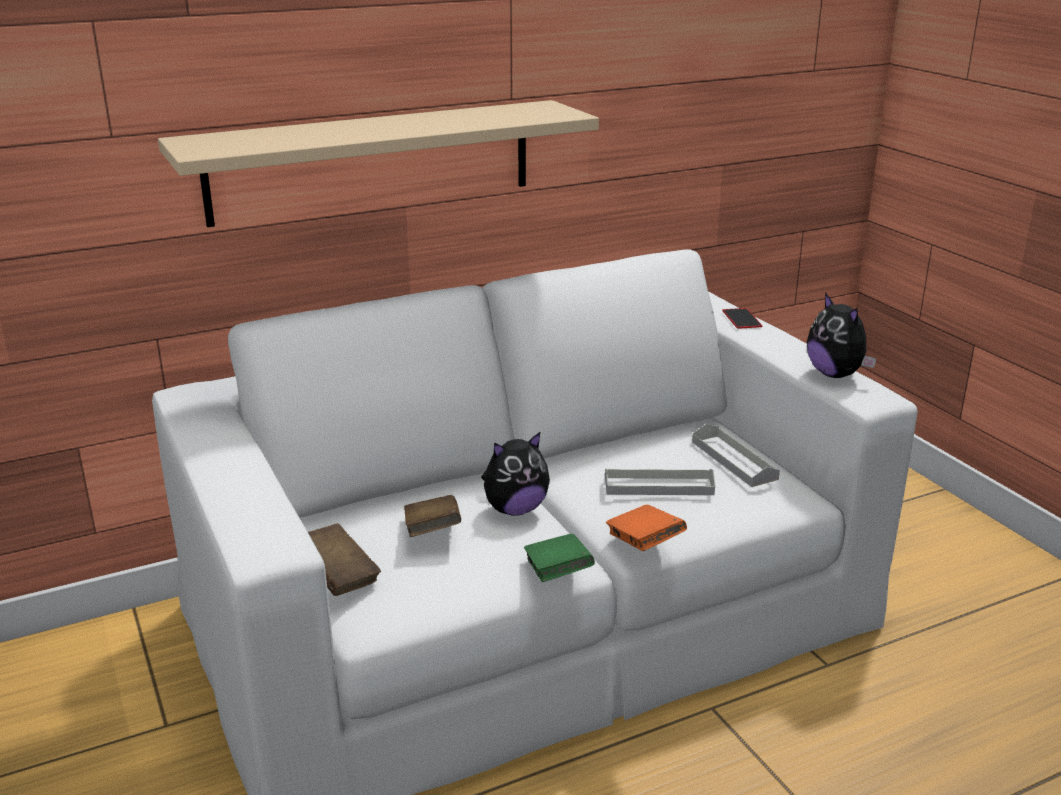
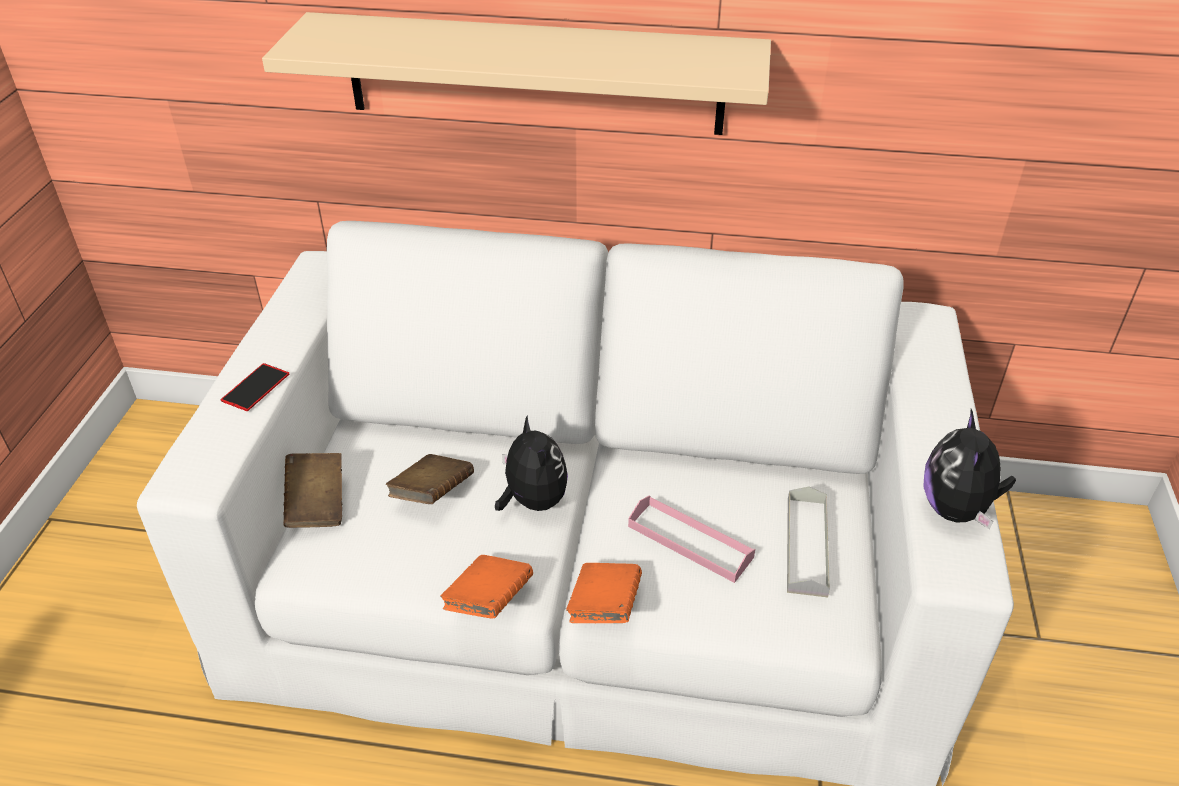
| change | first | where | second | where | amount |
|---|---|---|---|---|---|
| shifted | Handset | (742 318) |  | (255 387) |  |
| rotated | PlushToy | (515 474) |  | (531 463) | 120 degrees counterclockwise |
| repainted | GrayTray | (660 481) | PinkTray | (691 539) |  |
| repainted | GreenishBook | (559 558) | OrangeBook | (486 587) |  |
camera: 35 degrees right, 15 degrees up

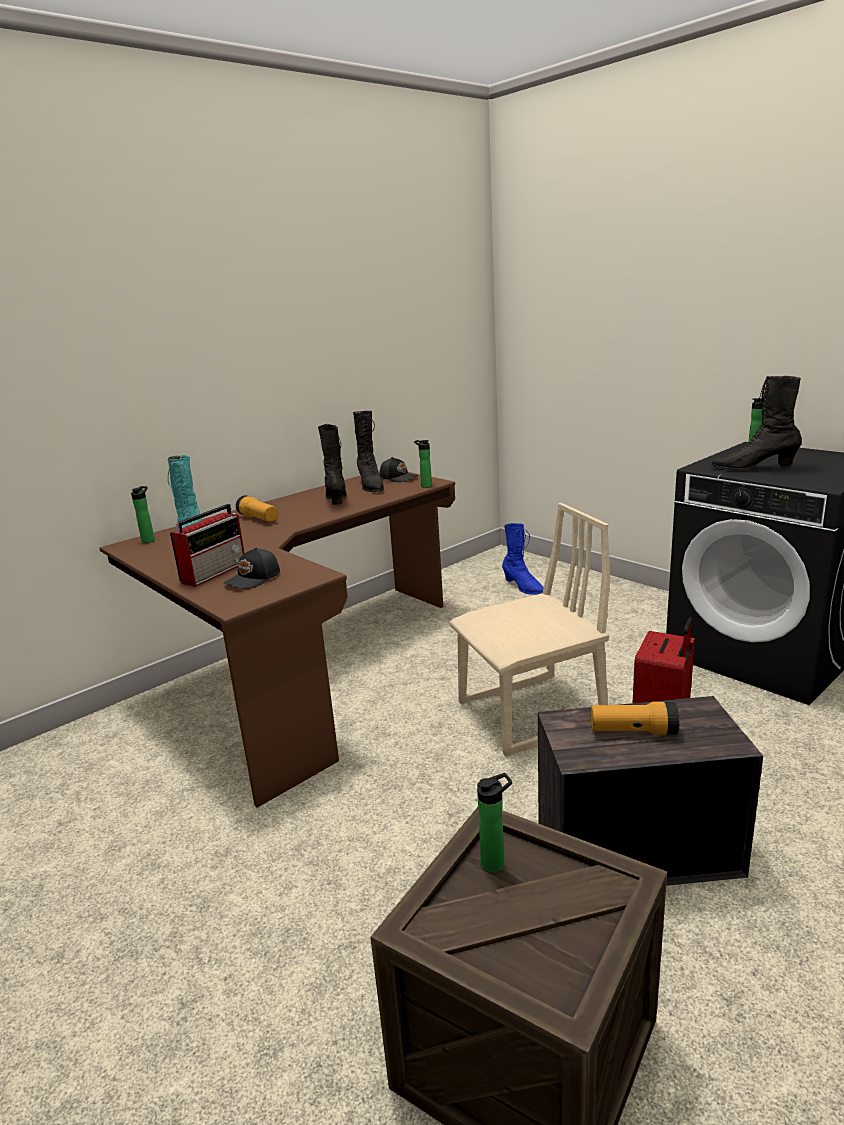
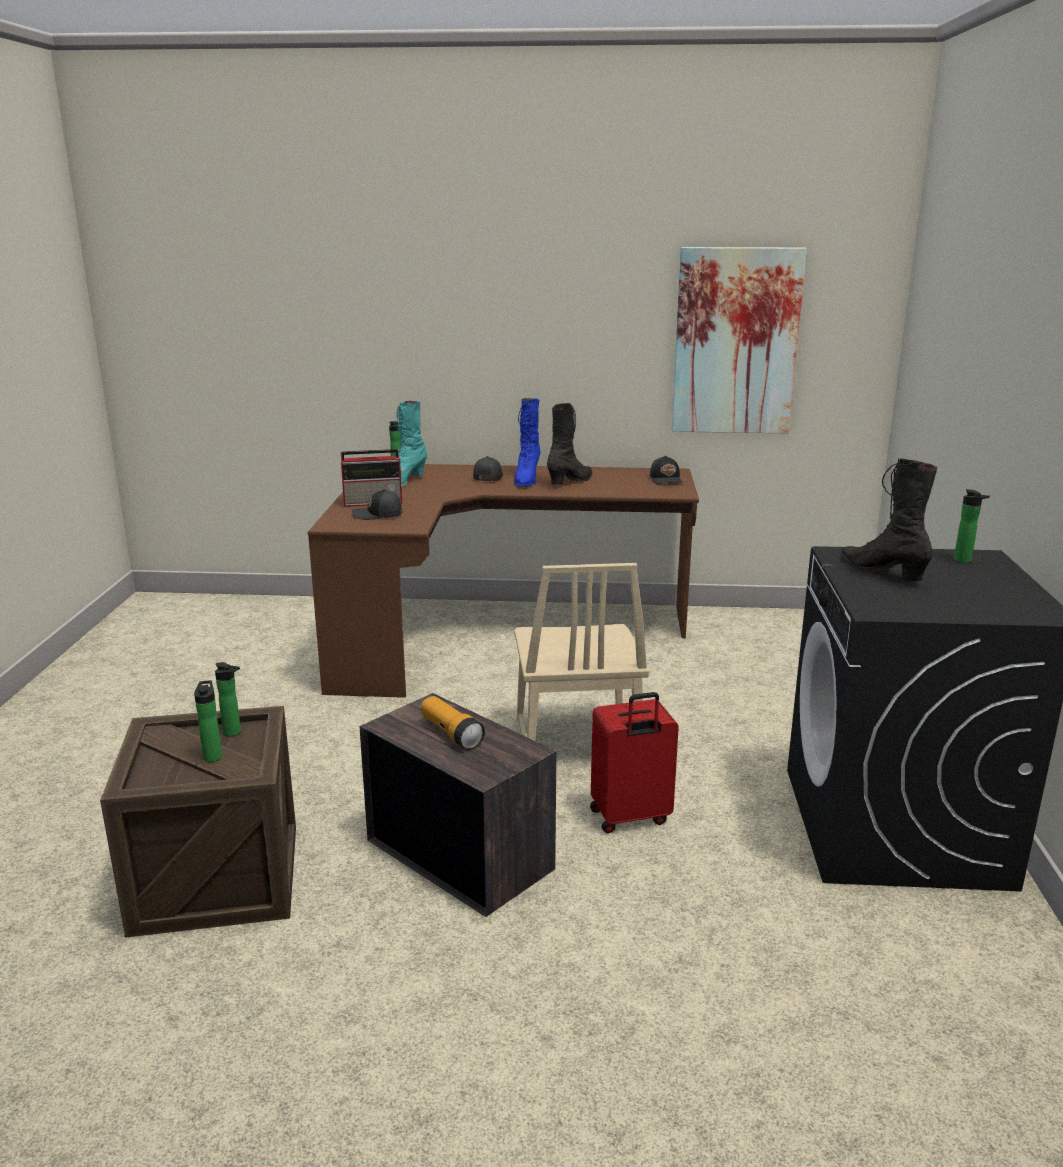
| change | first | where | second | where | amount |
|---|---|---|---|---|---|
| gone | BlackBoot | (368 451) |  |  |  |
| shifted | Bottle | (423 464) |  | (208 721) |  |
| swapped | Flashlight | (257 508) | BlackPeakedCap | (488 468) |  |
| rotated | BeigeColouredUprightChair | (529 630) |  | (581 652) | 60 degrees clockwise |
| shifted | BlueColouredBoot | (523 559) |  | (527 442) |  |
| new |  |  | Picture | (739 340) |  |
camera: 45 degrees right, 0 degrees up

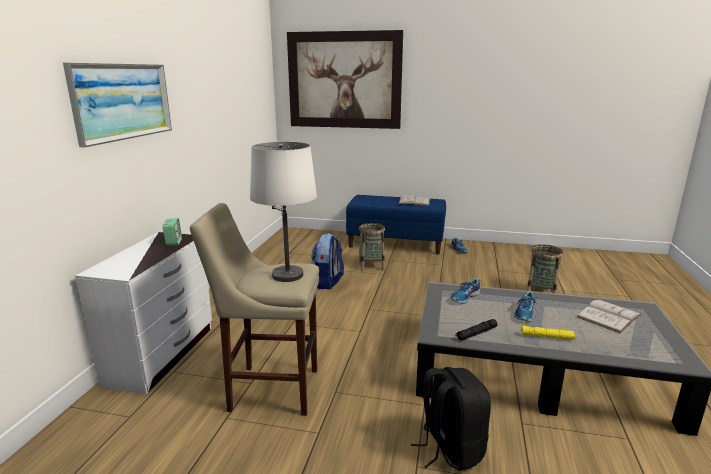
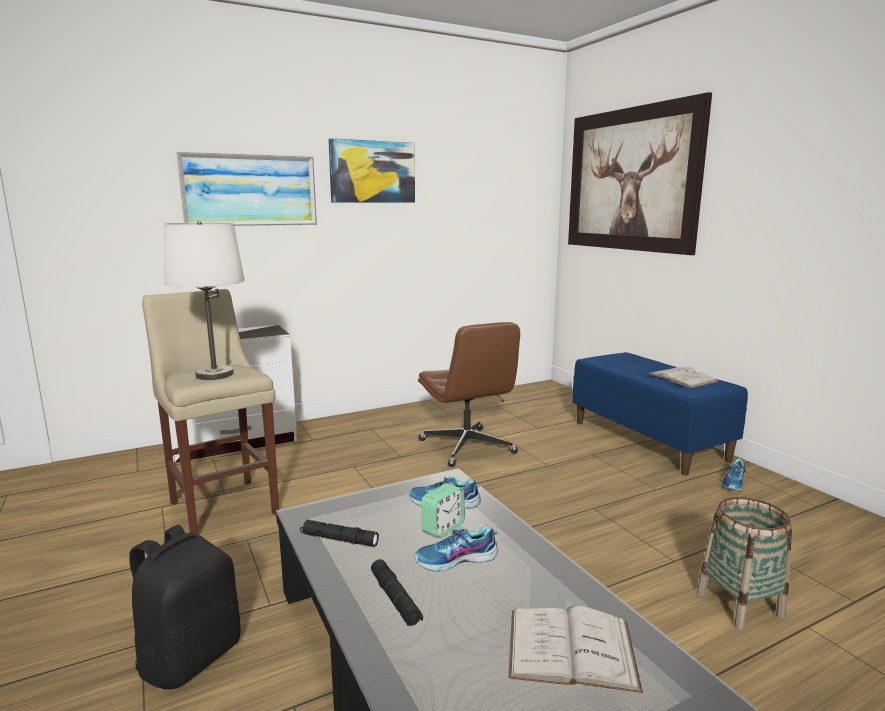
| change | first | where | second | where | amount |
|---|---|---|---|---|---|
| shifted | AlarmClock | (172 232) |  | (443 510) |  |
| gone | Basket | (372 247) |  |  |  |
| swapped | Backpack | (327 261) | BrownComputerChair | (469 394) |  |
| repainted | YellowColouredFlashlight | (548 333) | BlackFlashlight | (397 592) |  |
| new |  |  | Picture | (371 170) |  |
camera: 50 degrees right, 5 degrees down

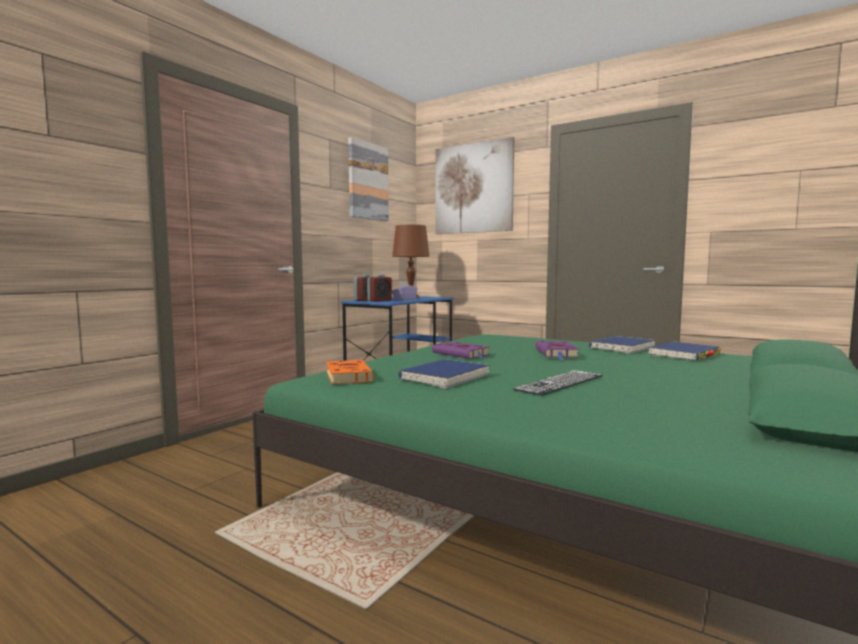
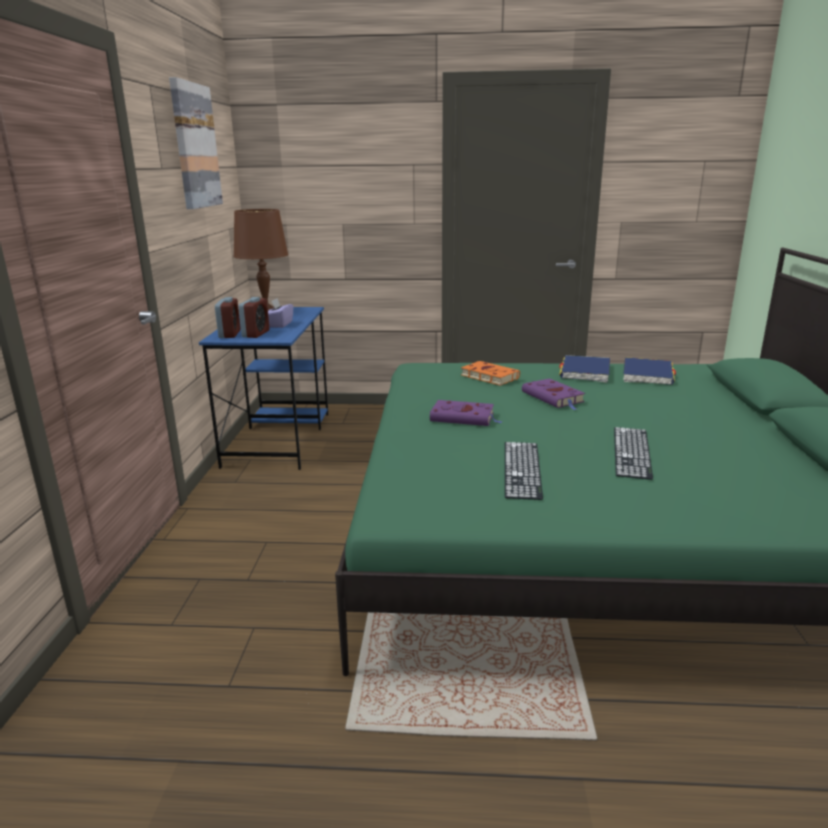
| change | first | where | second | where | amount |
|---|---|---|---|---|---|
| gone | Picture | (475 185) |  |  |  |
| swapped | BlueColouredBook | (444 374) | Keyboard | (524 471) |  |
| shifted | OrangeBook | (350 372) |  | (490 373) |  |
camera: 30 degrees left, 15 degrees up

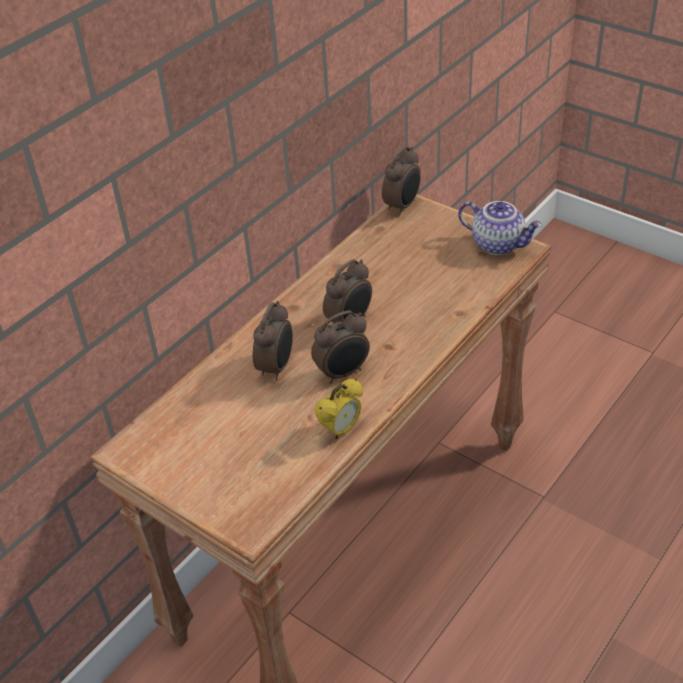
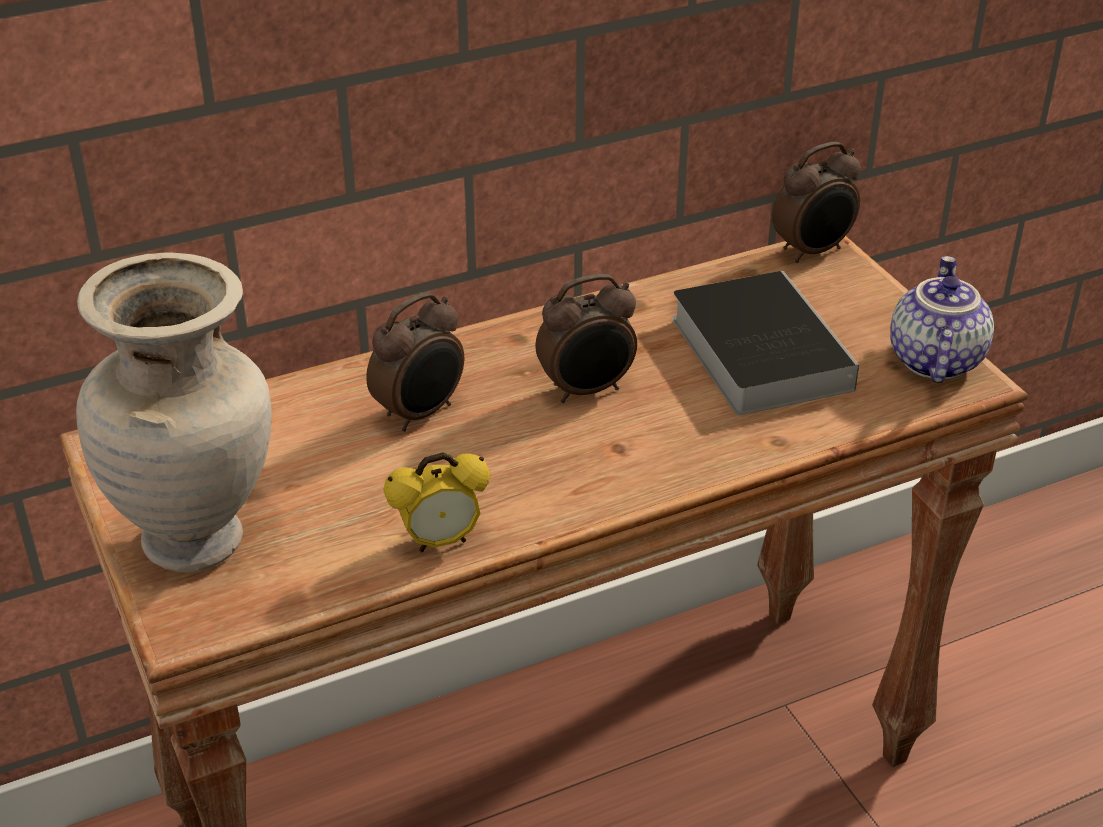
| change | first | where | second | where | amount |
|---|---|---|---|---|---|
| rotated | PotForTea | (500 228) |  | (942 319) | 135 degrees counterclockwise |
| gone | AlarmClock | (340 347) |  |  |  |
| new |  |  | BeigeColouredVase | (174 413) |  |
| new |  |  | Book | (765 343) |  |
camera: 25 degrees right, 5 degrees down

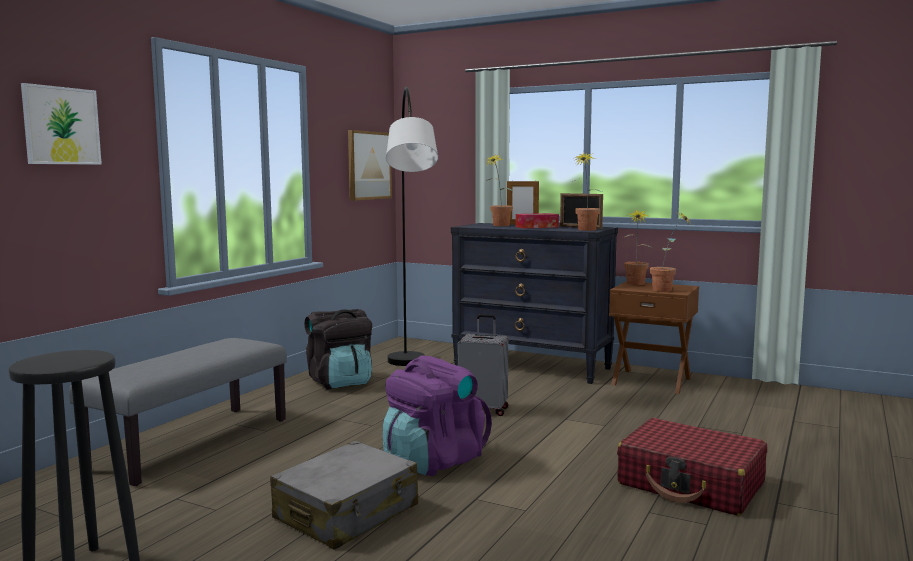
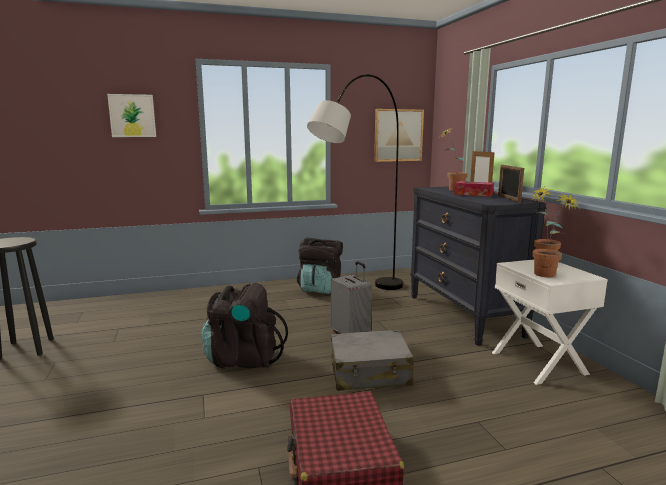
| change | first | where | second | where | amount |
|---|---|---|---|---|---|
| gone | PottedPlant | (588 192) |  |  |  |
| repainted | BrownNightTable | (654 337) | WhiteColouredNightTable | (550 322) |  |
| gone | GrayIndoorBench | (178 412) |  |  |  |
| repainted | PurpleColouredBackpack | (437 415) | BlackBackpack | (245 325) |  |
| shifted | GrayTravelCase | (344 495) |  | (372 360) |  |
camera: 45 degrees right, 5 degrees up

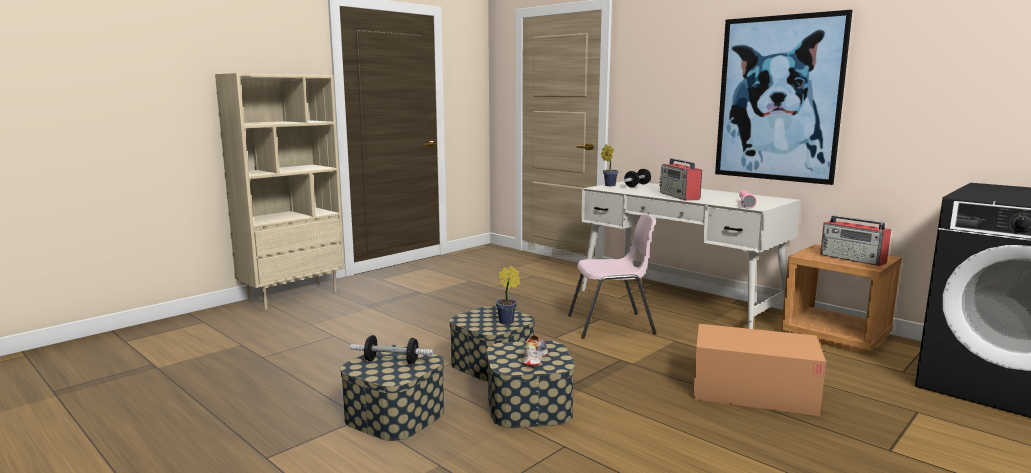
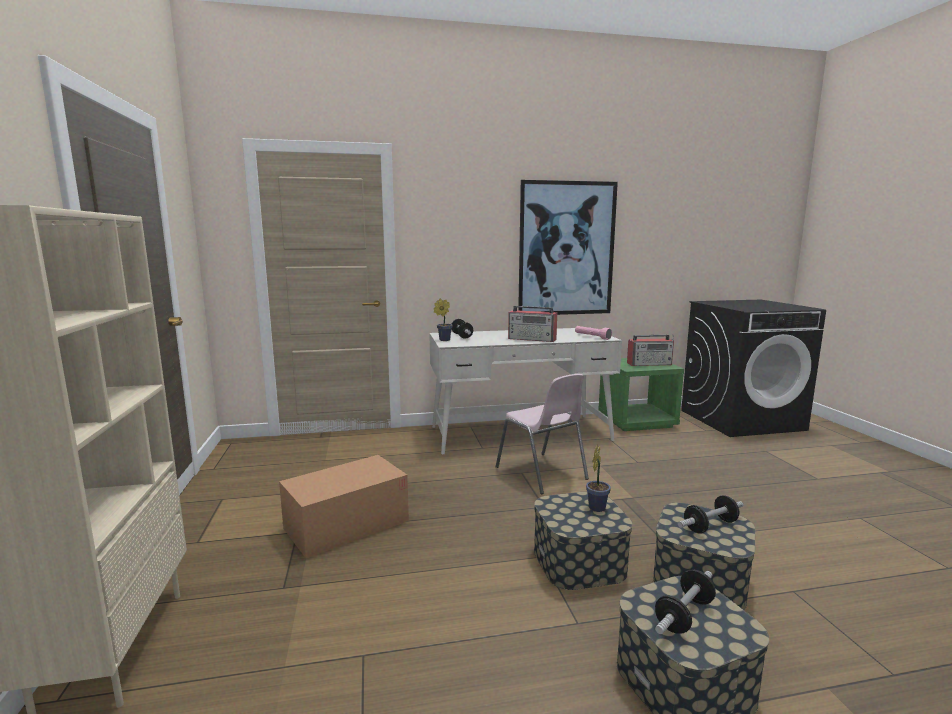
| change | first | where | second | where | amount |
|---|---|---|---|---|---|
| rotated | PinkUprightChair | (612 276) |  | (542 434) | 120 degrees clockwise |
| repainted | BrownNightTable | (841 299) | GreenishNightTable | (641 394) |  |
| shifted | Carton | (759 370) |  | (344 506) |  |
| swapped | LowShoe | (535 350) | HandWeight | (710 514) |  |
camera: 55 degrees left, 0 degrees up

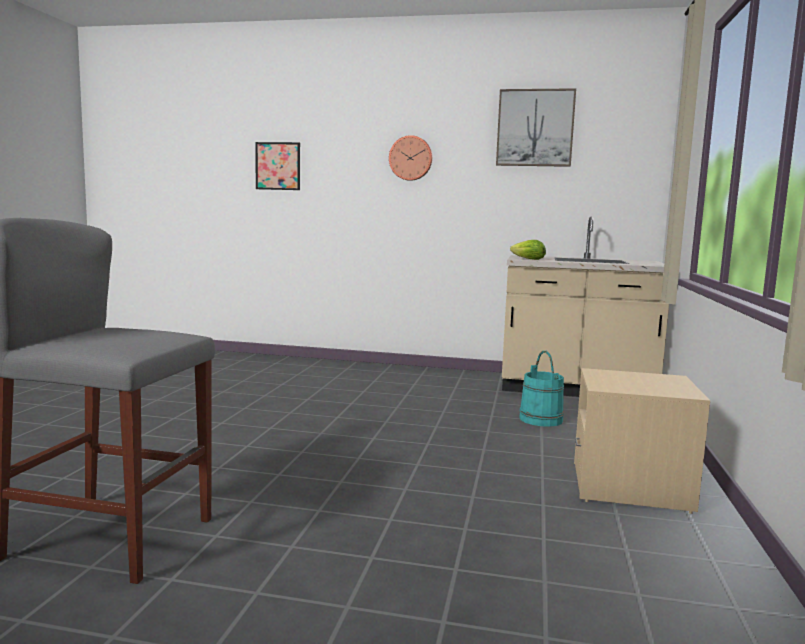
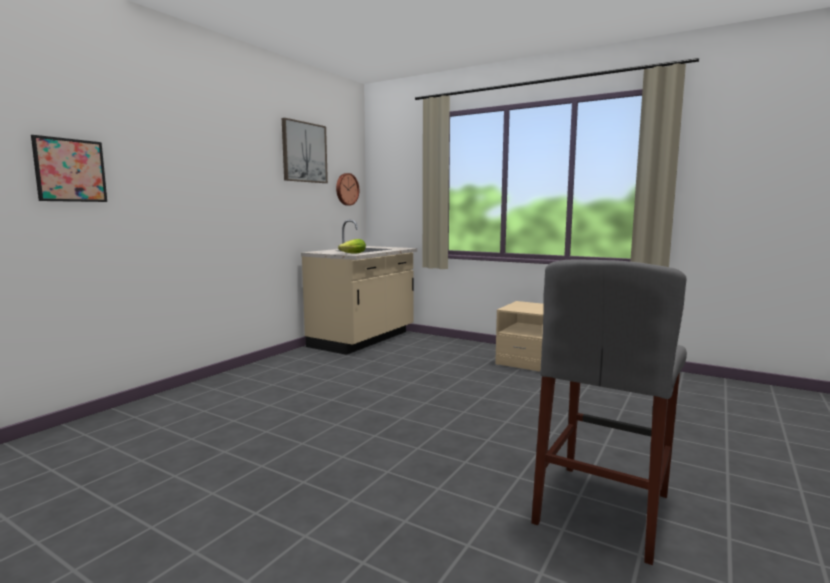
| change | first | where | second | where | amount |
|---|---|---|---|---|---|
| shifted | HangingClock | (410 158) |  | (347 189) |  |
| gone | TurquoiseBucket | (541 389) |  |  |  |
camera: 70 degrees left, 0 degrees up

